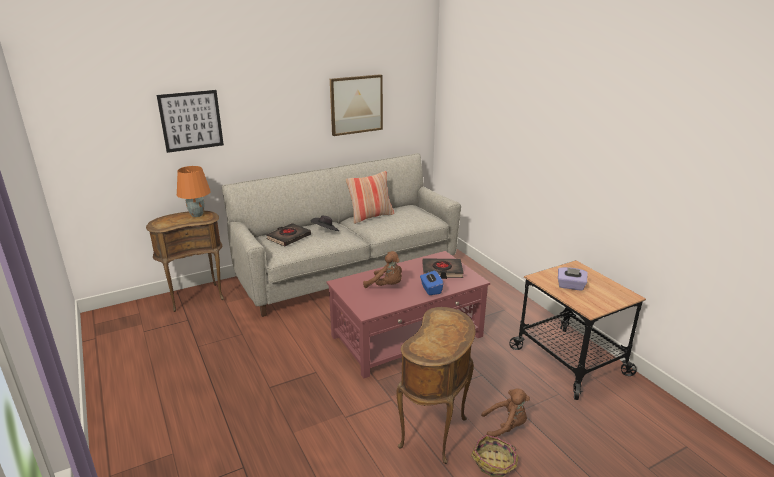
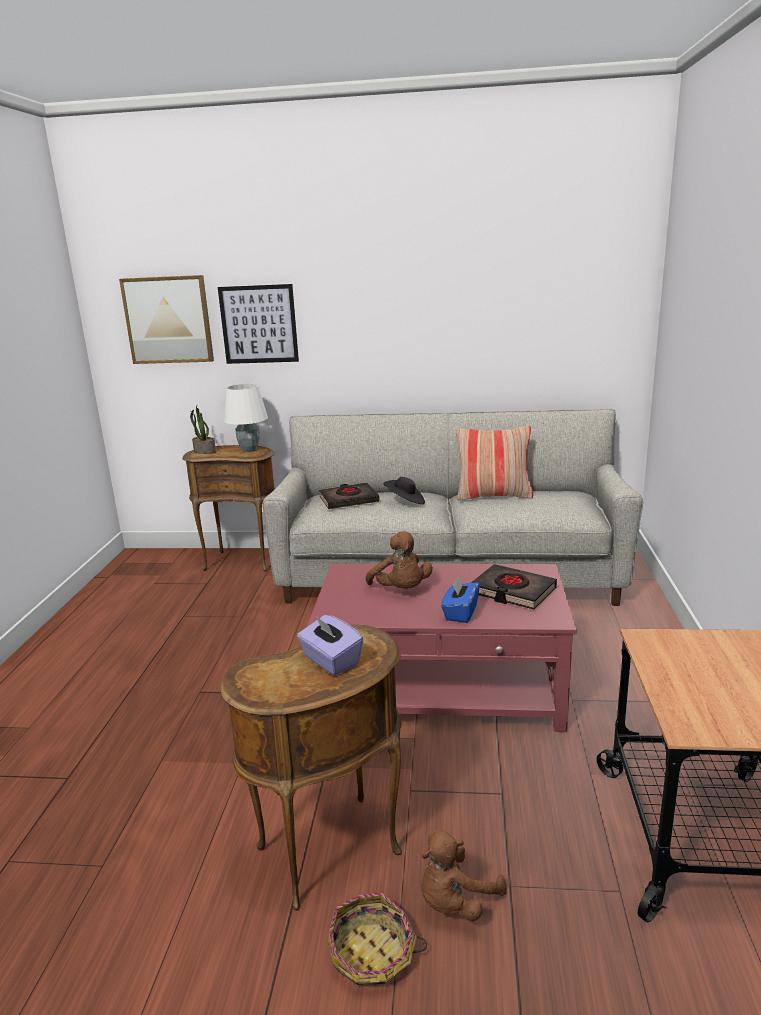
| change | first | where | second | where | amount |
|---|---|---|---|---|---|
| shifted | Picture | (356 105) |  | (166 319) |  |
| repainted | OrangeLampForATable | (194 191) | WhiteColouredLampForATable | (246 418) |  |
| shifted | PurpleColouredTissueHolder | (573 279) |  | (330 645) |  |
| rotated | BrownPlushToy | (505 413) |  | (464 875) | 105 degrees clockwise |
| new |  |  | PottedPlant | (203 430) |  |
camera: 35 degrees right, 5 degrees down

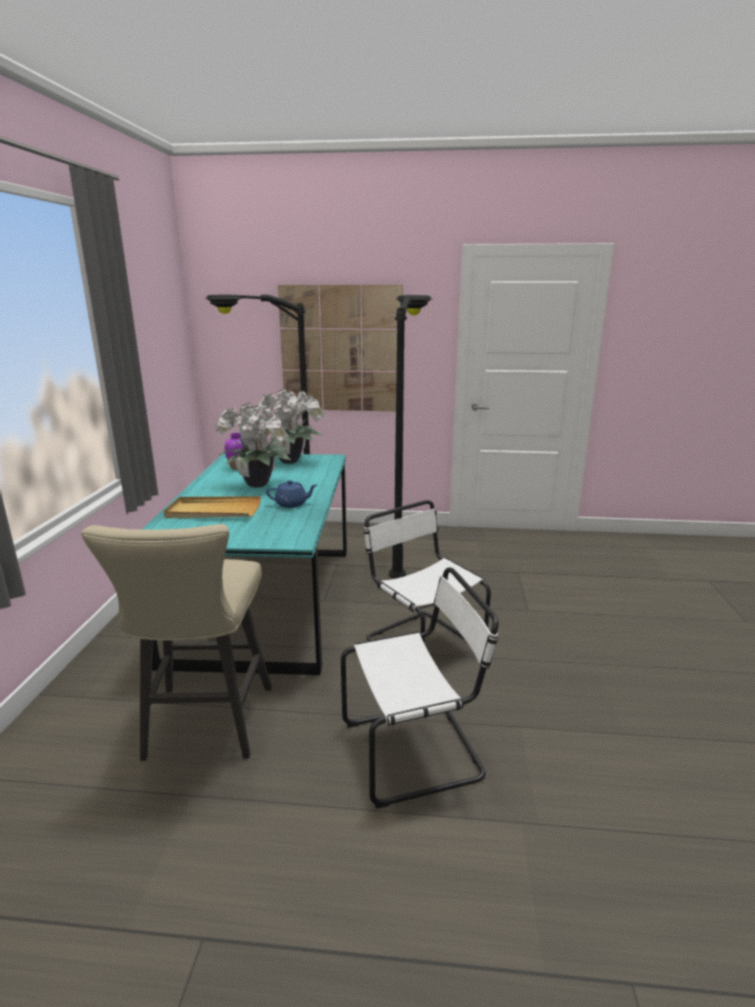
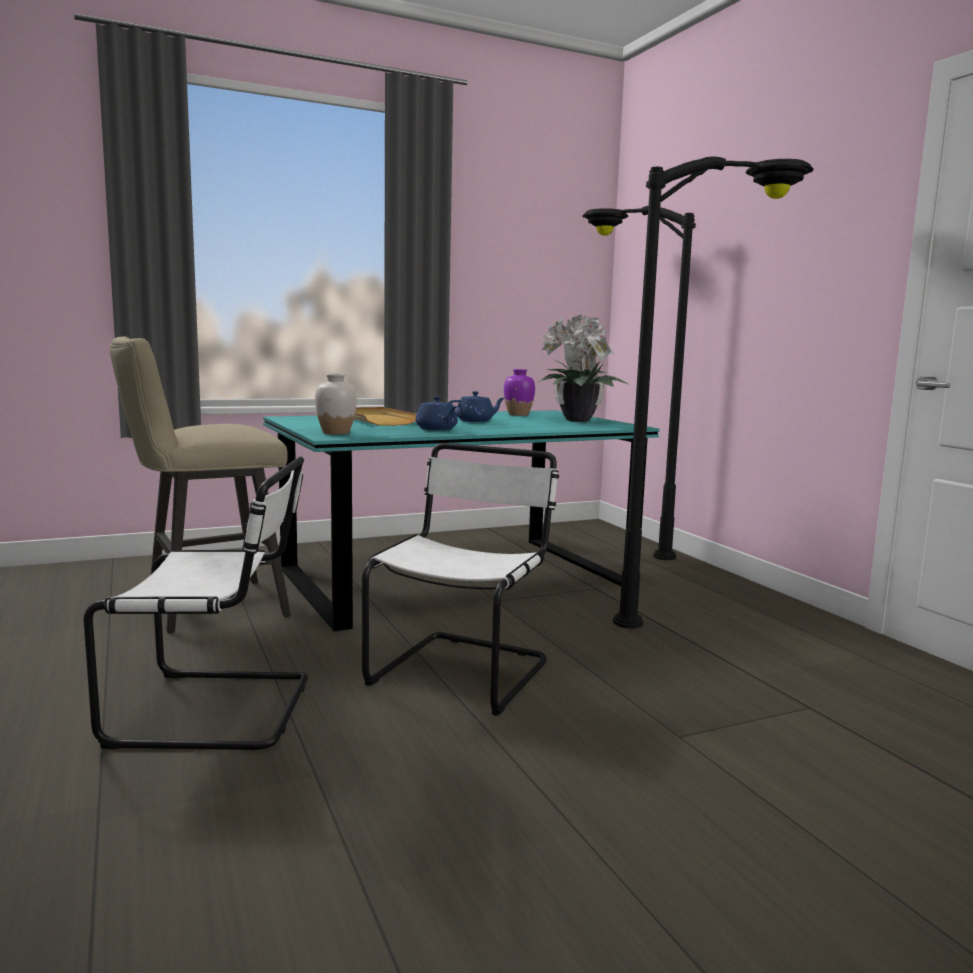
| change | first | where | second | where | amount |
|---|---|---|---|---|---|
| gone | Picture | (340 348) |  |  |  |
| swapped | PottedPlant | (253 445) | BlueColouredPotForTea | (476 406) |  |
| rotated | WhiteColouredUprightChair | (420 688) |  | (196 603) | 45 degrees counterclockwise |
| new |  |  | WhiteColouredVase | (336 404) |  |
camera: 60 degrees right, 10 degrees down

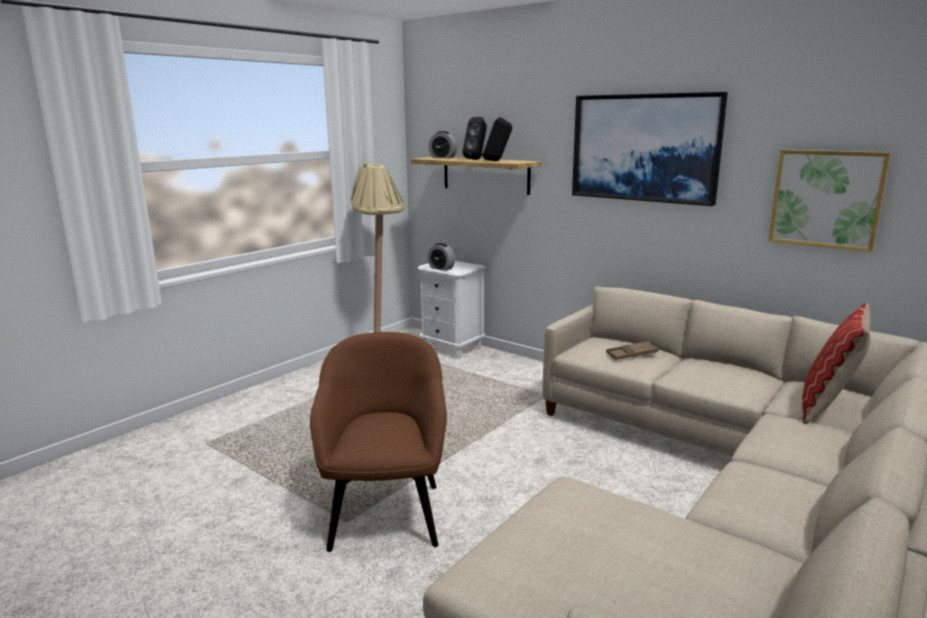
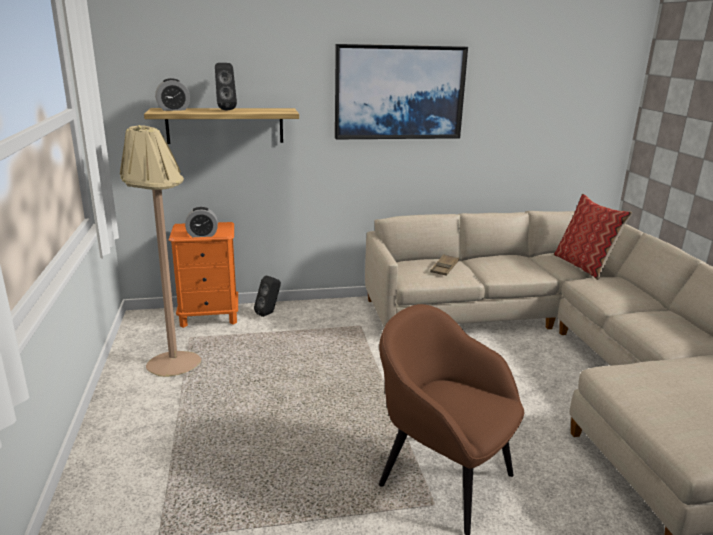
| change | first | where | second | where | amount |
|---|---|---|---|---|---|
| shifted | BlackLoudspeaker | (497 139) |  | (267 296) |  |
| gone | Picture | (829 201) |  |  |  |
| repainted | WhiteColouredNightTable | (452 309) | OrangeNightTable | (203 275) |  |
camera: 50 degrees left, 5 degrees up

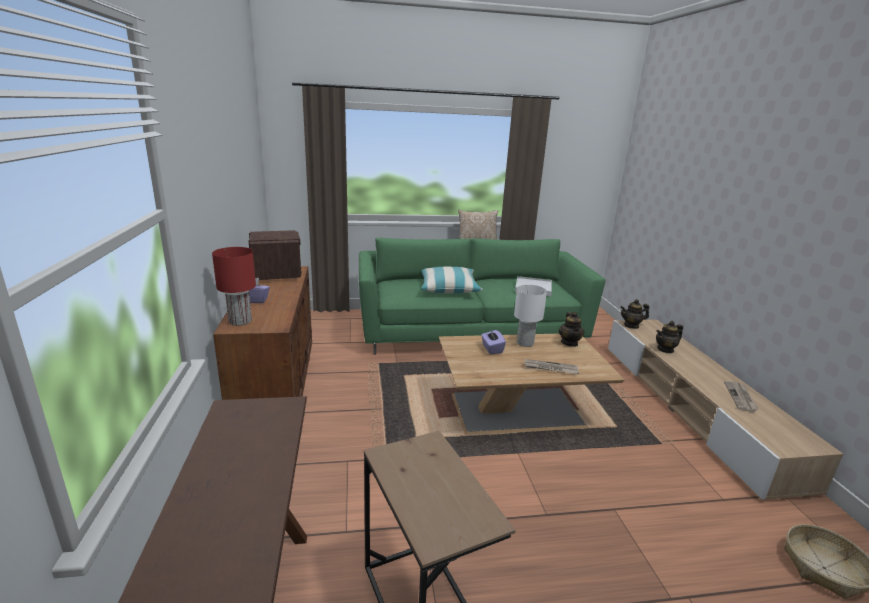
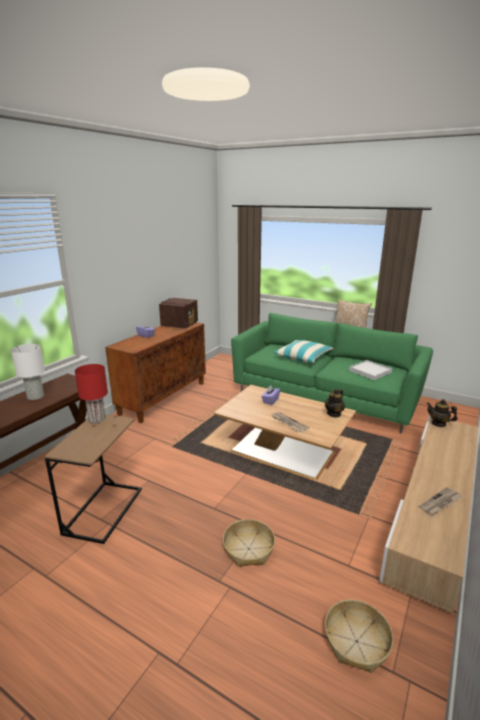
| change | first | where | second | where | amount |
|---|---|---|---|---|---|
| shifted | RedColouredLampForATable | (234 286) |  | (91 393) |  |
| shifted | WhiteColouredLampForATable | (530 316) |  | (28 372) |  |
| gone | PotForTea | (669 337) |  |  |  |
| new |  |  | Basket | (249 543) |  |
camera: 40 degrees right, 0 degrees up

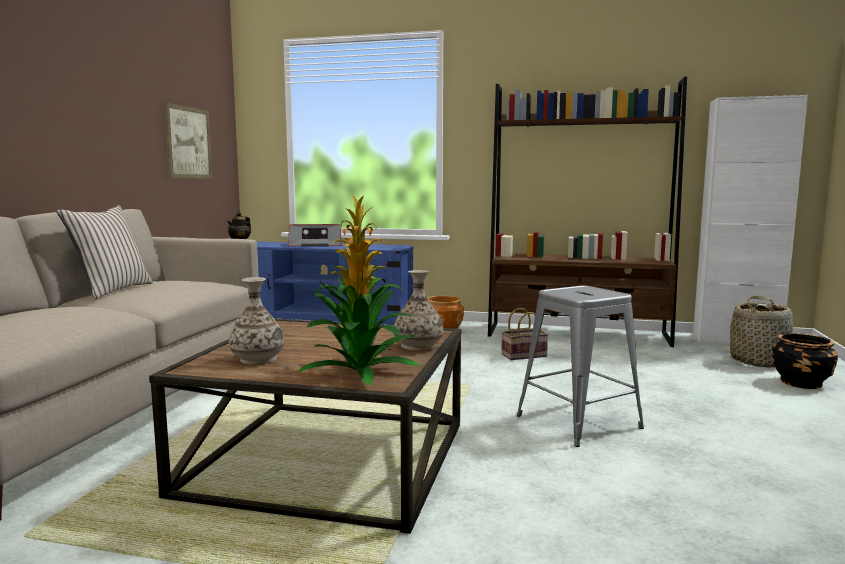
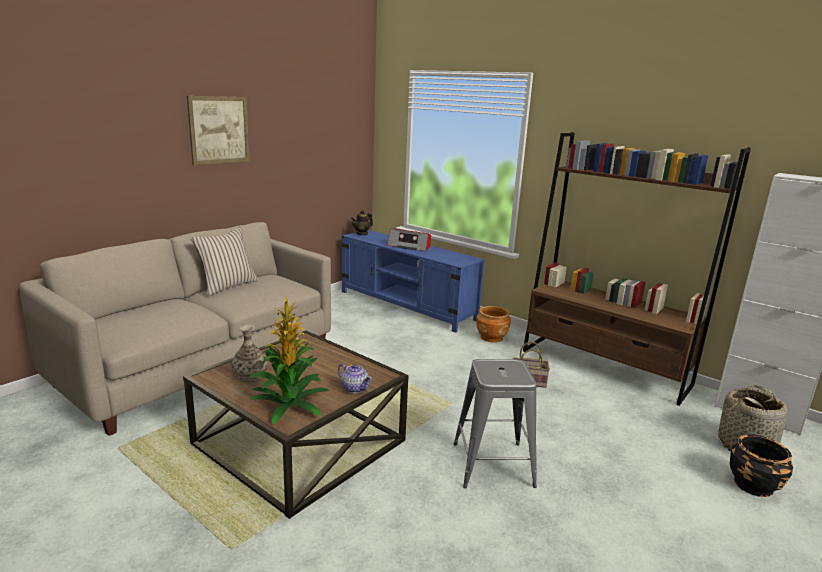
| change | first | where | second | where | amount |
|---|---|---|---|---|---|
| shifted | Picture | (188 141) |  | (218 130) |  |
| swapped | Vase | (418 310) | PotForTea | (355 378) |  |
camera: 25 degrees right, 10 degrees up

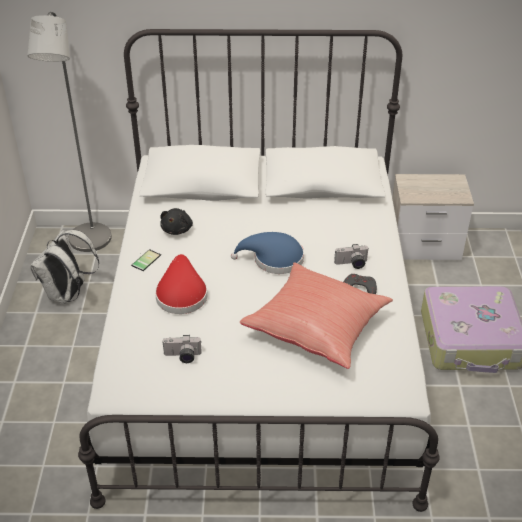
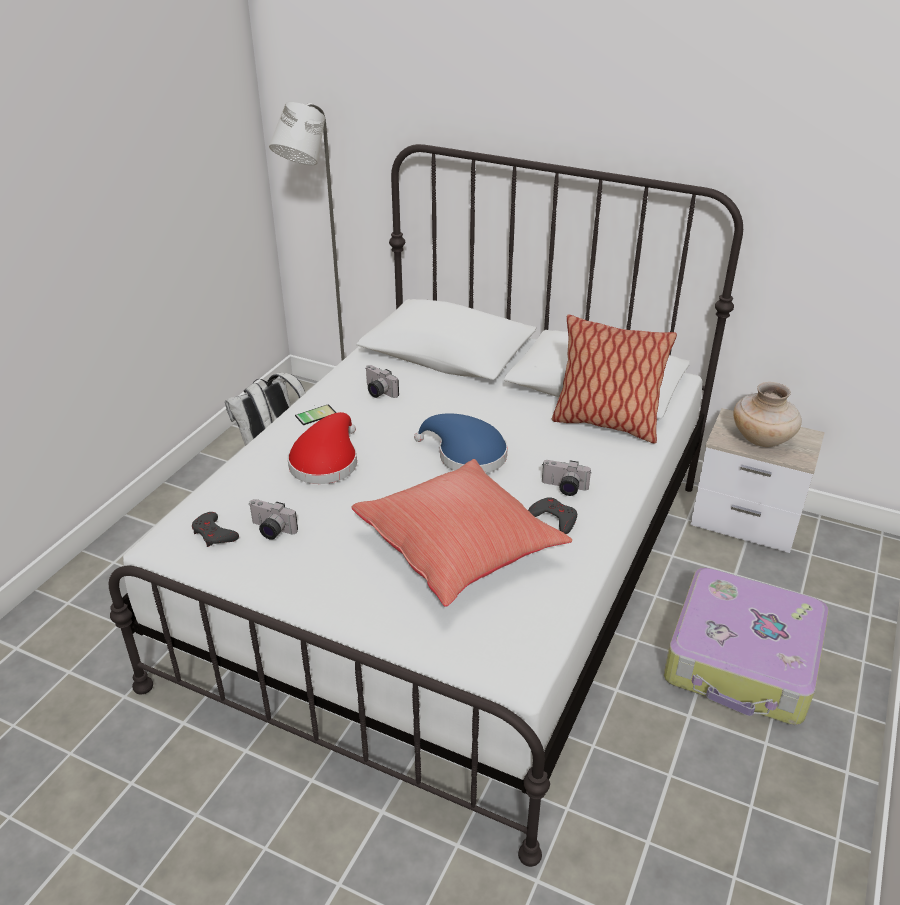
| change | first | where | second | where | amount |
|---|---|---|---|---|---|
| swapped | BlackPlushToy | (176 221) | StillCamera | (382 381) |  |
| new |  |  | Cushion | (614 379) |  |
| new |  |  | BeigeColouredVase | (767 414) |  |
| new |  |  | GrayGamepad | (215 529) |  |
camera: 25 degrees right, 5 degrees down

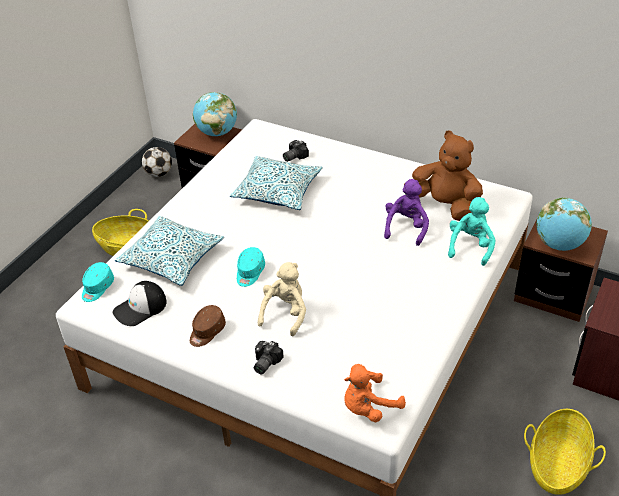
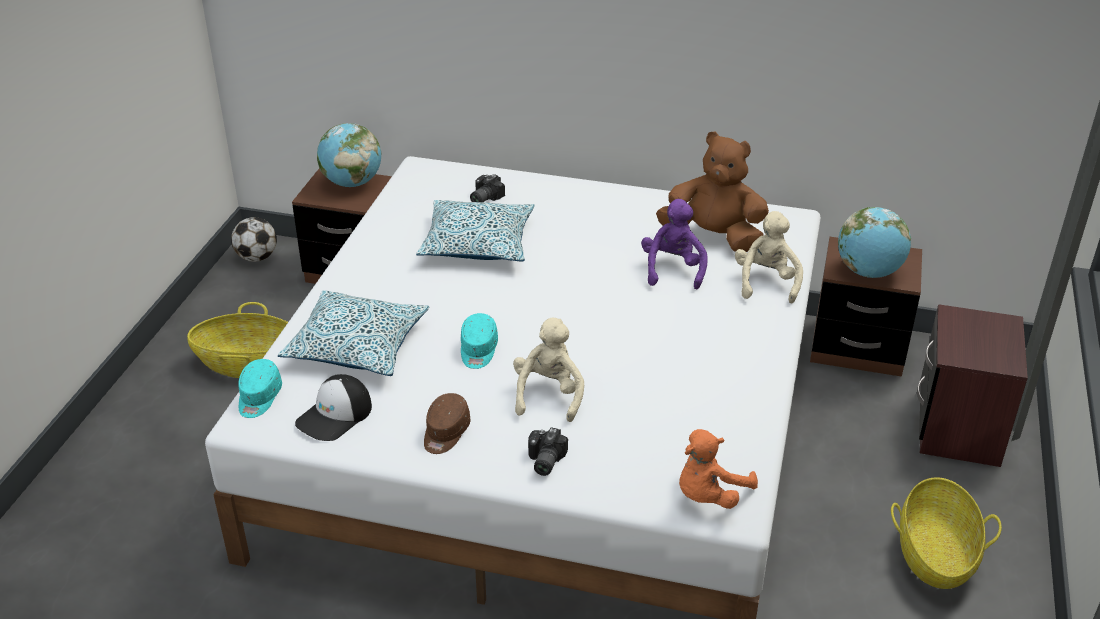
| change | first | where | second | where | amount |
|---|---|---|---|---|---|
| repainted | TurquoisePlushToy | (471 231) | BeigeColouredPlushToy | (769 257) |  |
camera: 15 degrees left, 5 degrees down

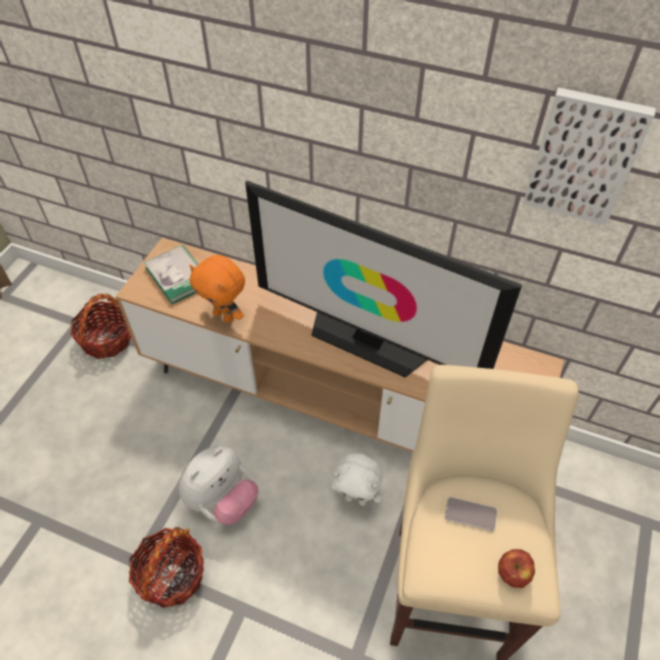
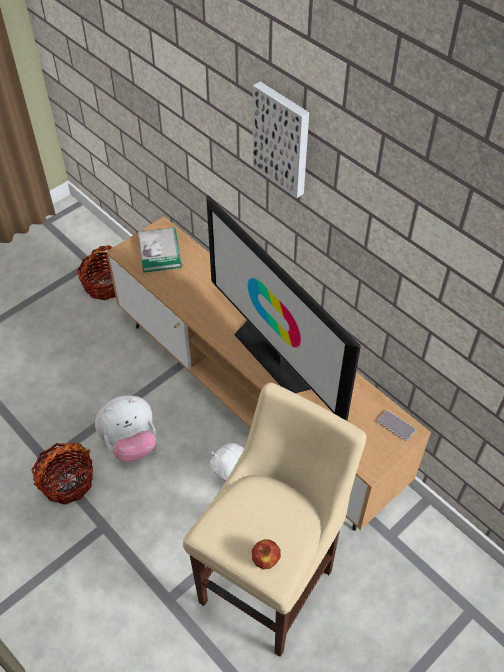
| change | first | where | second | where | amount |
|---|---|---|---|---|---|
| shifted | Picture | (589 156) |  | (281 139) |  |
| gone | OrangePlushToy | (217 289) |  |  |  |
| shifted | Handset | (471 514) |  | (397 425) |  |
camera: 25 degrees right, 0 degrees up

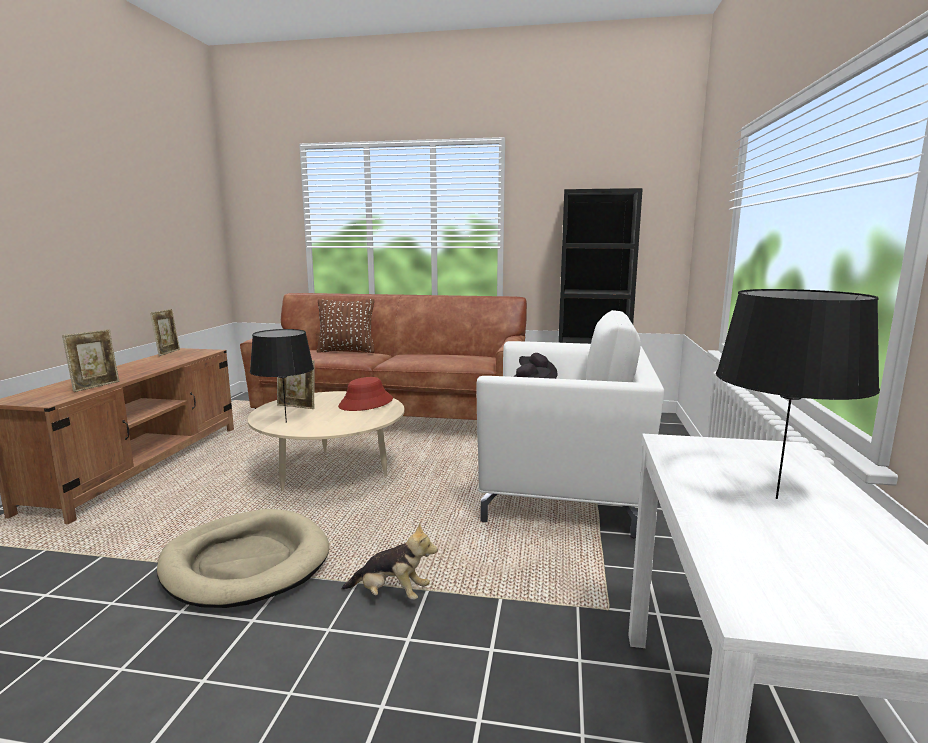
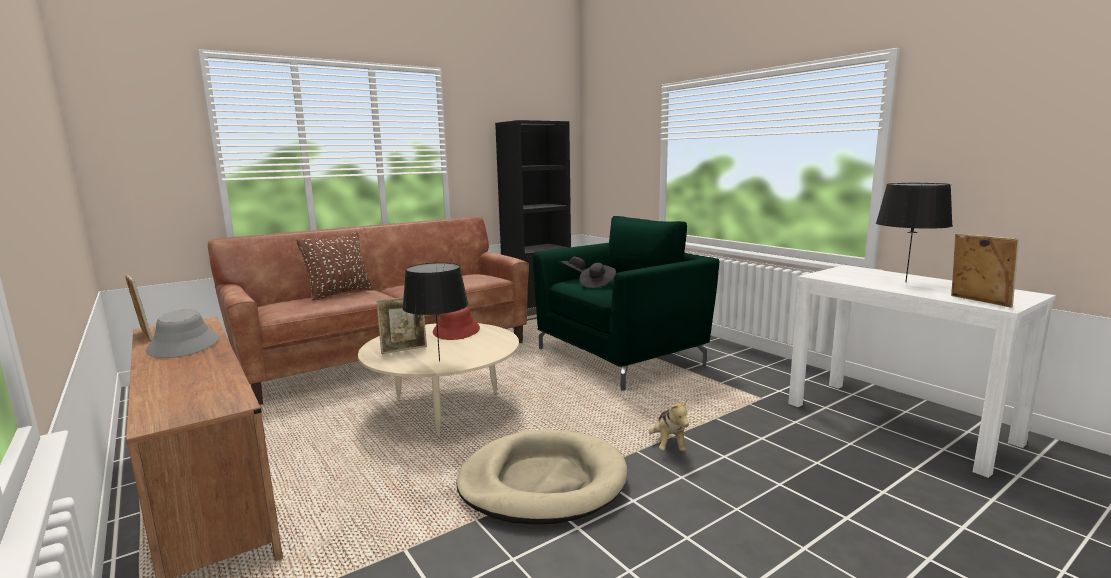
| change | first | where | second | where | amount |
|---|---|---|---|---|---|
| repainted | WhiteColouredArmchair | (570 424) | GreenishArmchair | (626 303) |  |
| shifted | PhotoFrame | (90 360) |  | (985 270) |  |
| rotated | PlushToy | (389 561) |  | (669 425) | 120 degrees clockwise |
| new |  |  | GrayHat | (182 334) |  |
camera: 45 degrees left, 0 degrees up

